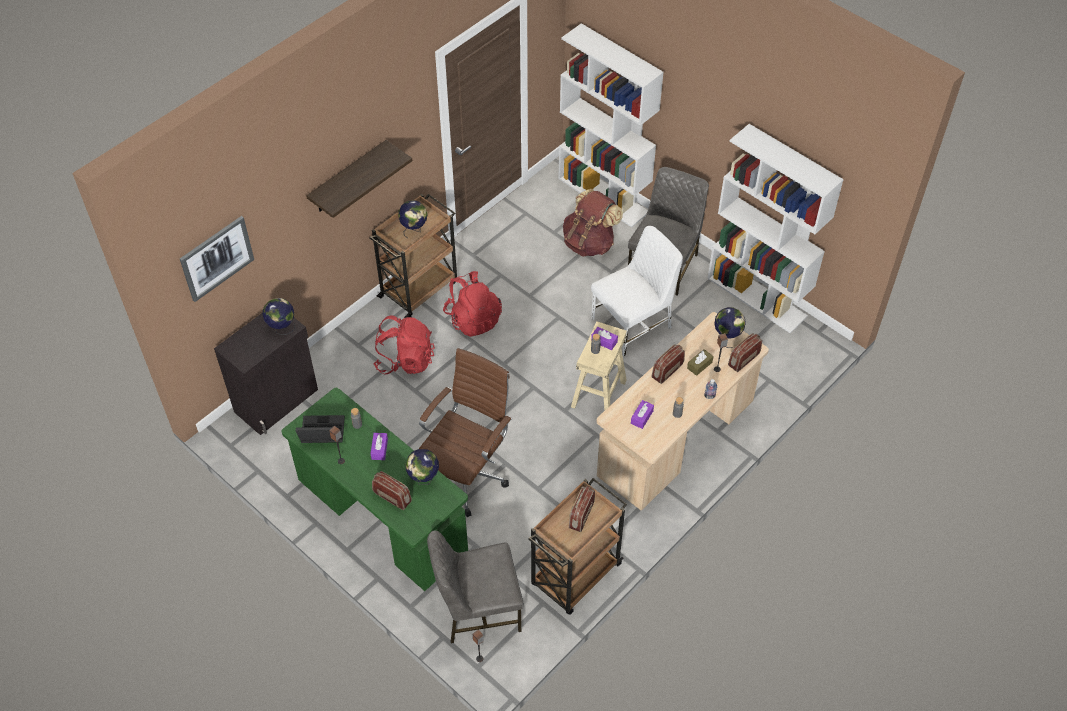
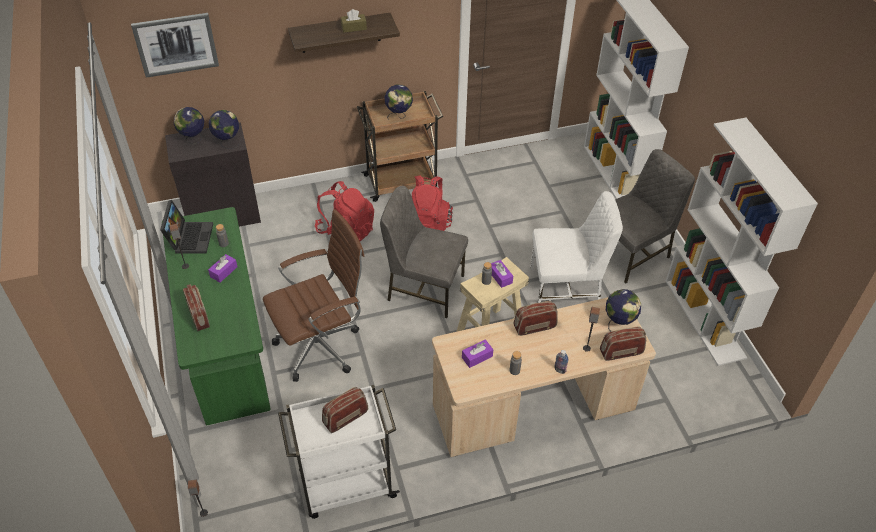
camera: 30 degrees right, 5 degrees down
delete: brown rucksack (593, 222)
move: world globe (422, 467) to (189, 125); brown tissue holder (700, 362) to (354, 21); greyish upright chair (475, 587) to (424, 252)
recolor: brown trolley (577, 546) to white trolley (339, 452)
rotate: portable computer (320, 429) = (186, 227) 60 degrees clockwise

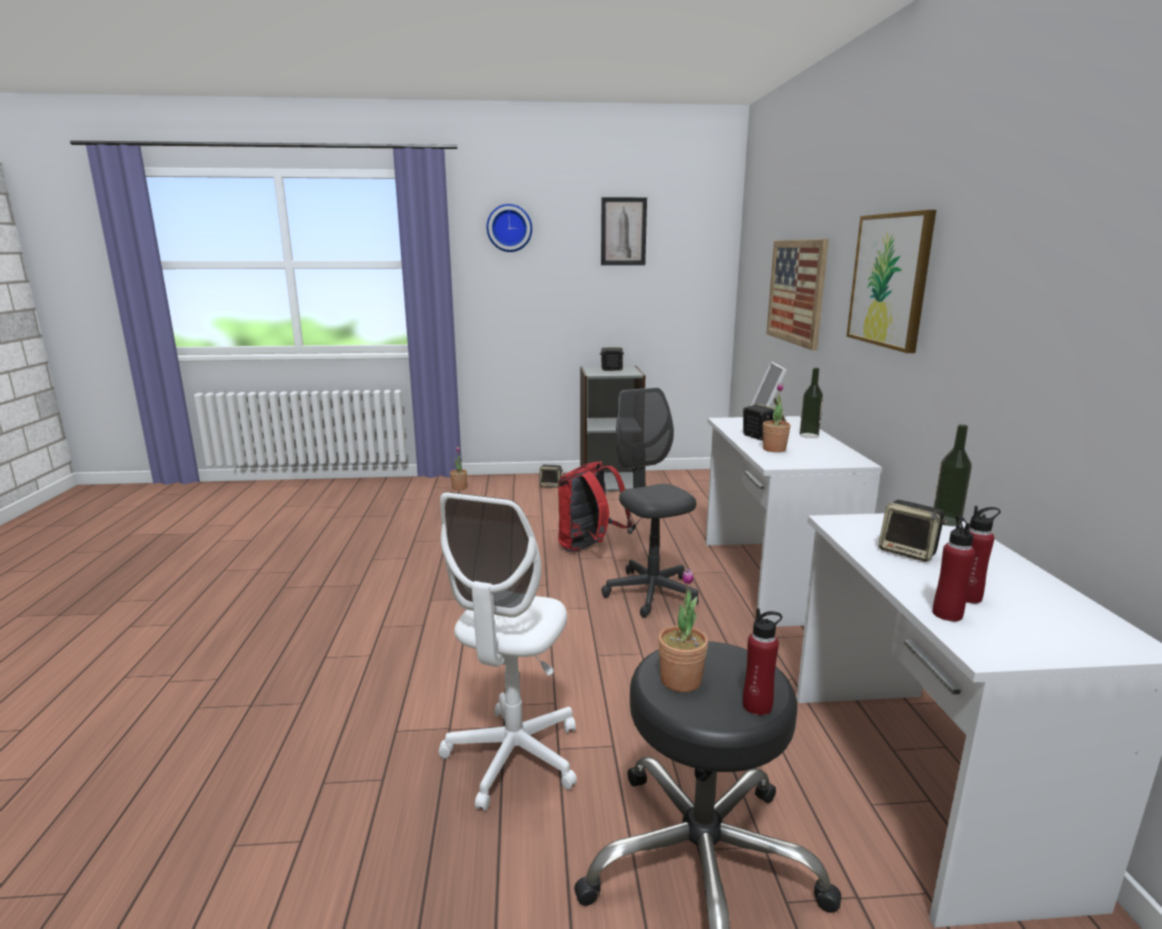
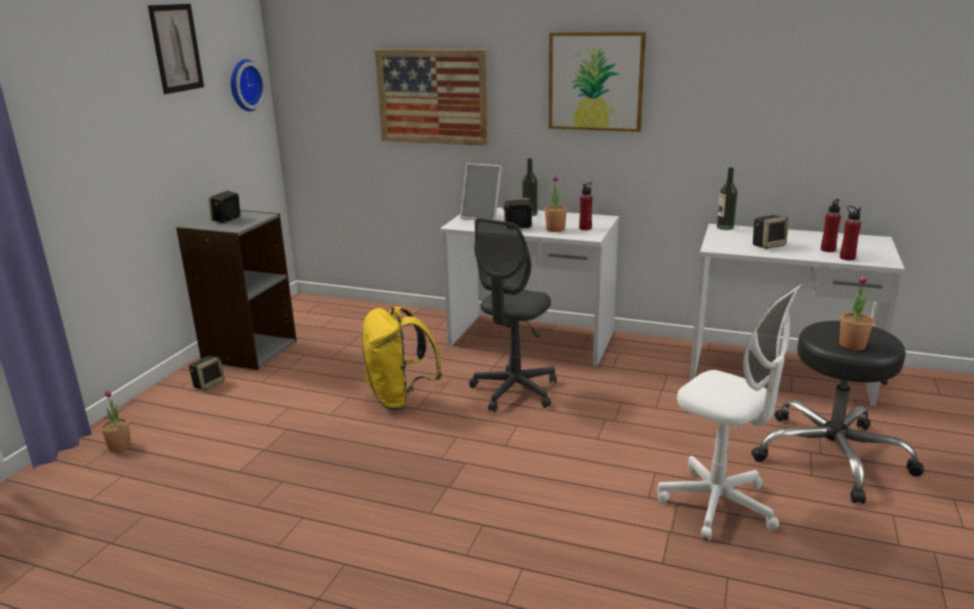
camera: 65 degrees left, 5 degrees up
move: wall clock (509, 228) to (248, 85); red drink bottle (762, 661) to (586, 206)
recolor: red rucksack (595, 506) to yellow-coloured rucksack (402, 358)
rotate: greyish desk chair (650, 503) = (512, 315) 60 degrees counterclockwise

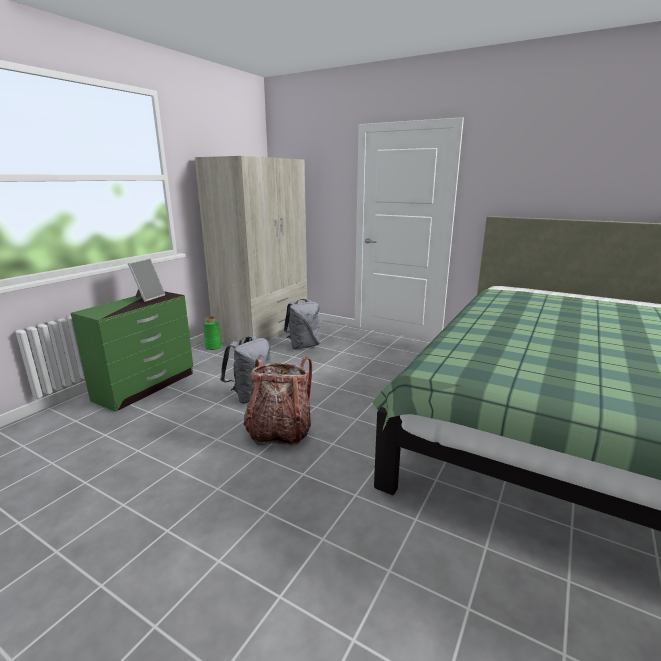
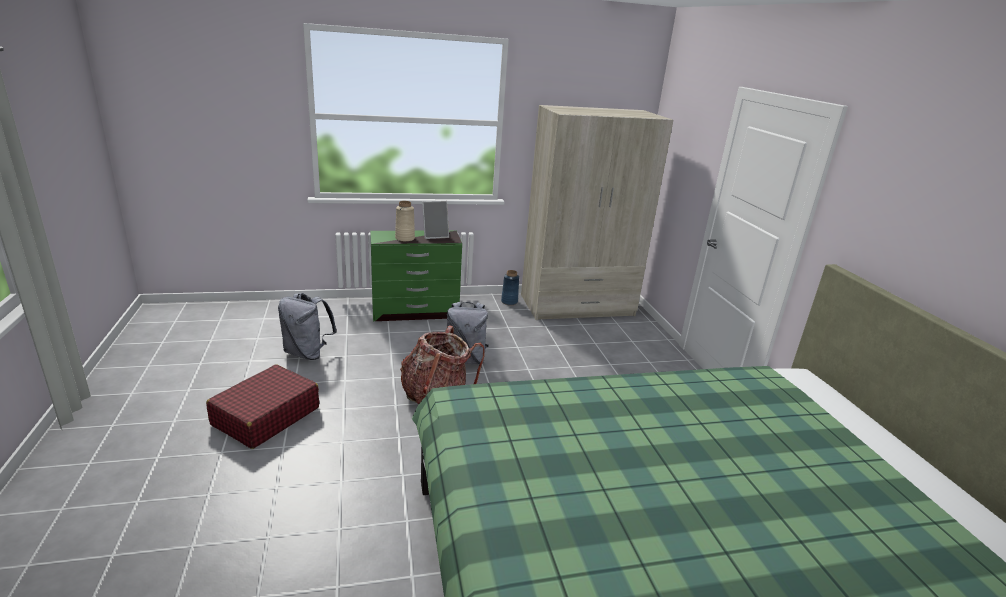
camera: 45 degrees right, 5 degrees up
insert: red suitcase (262, 407); beige flower vase (405, 221)
move: greyish rucksack (302, 324) to (307, 326)
recolor: green flower vase (212, 333) to blue flower vase (510, 287)

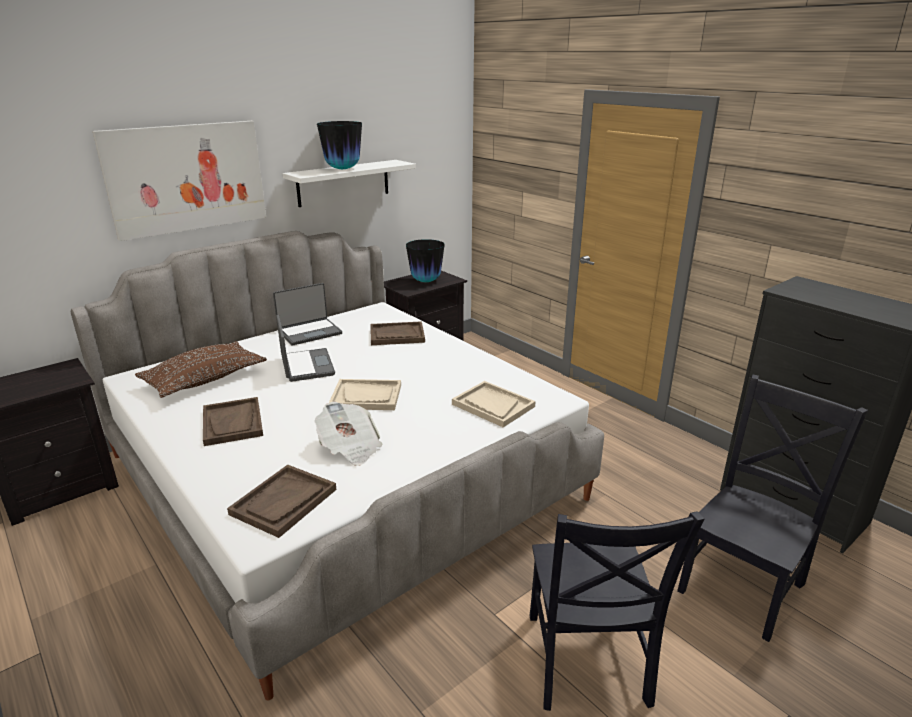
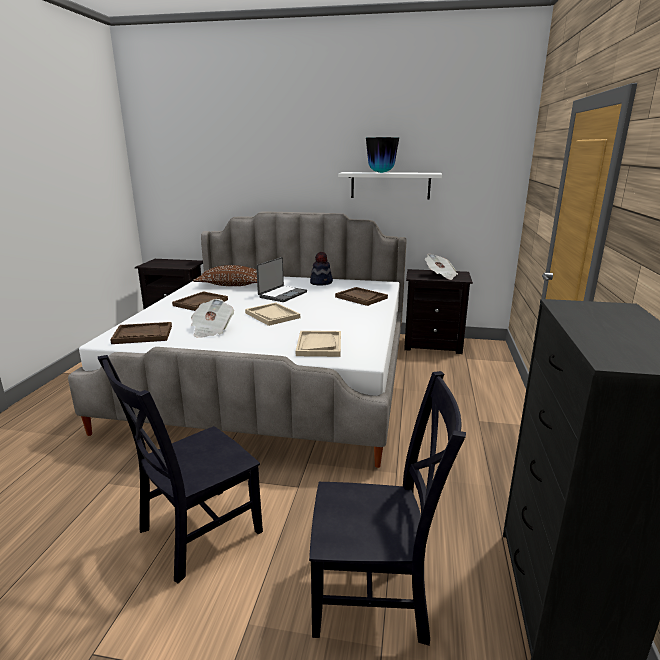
camera: 50 degrees right, 5 degrees down
delete: picture (179, 181)
replace: portable computer (307, 314) to clothing hat (321, 269); flower vase (425, 260) to printed paper (441, 267)

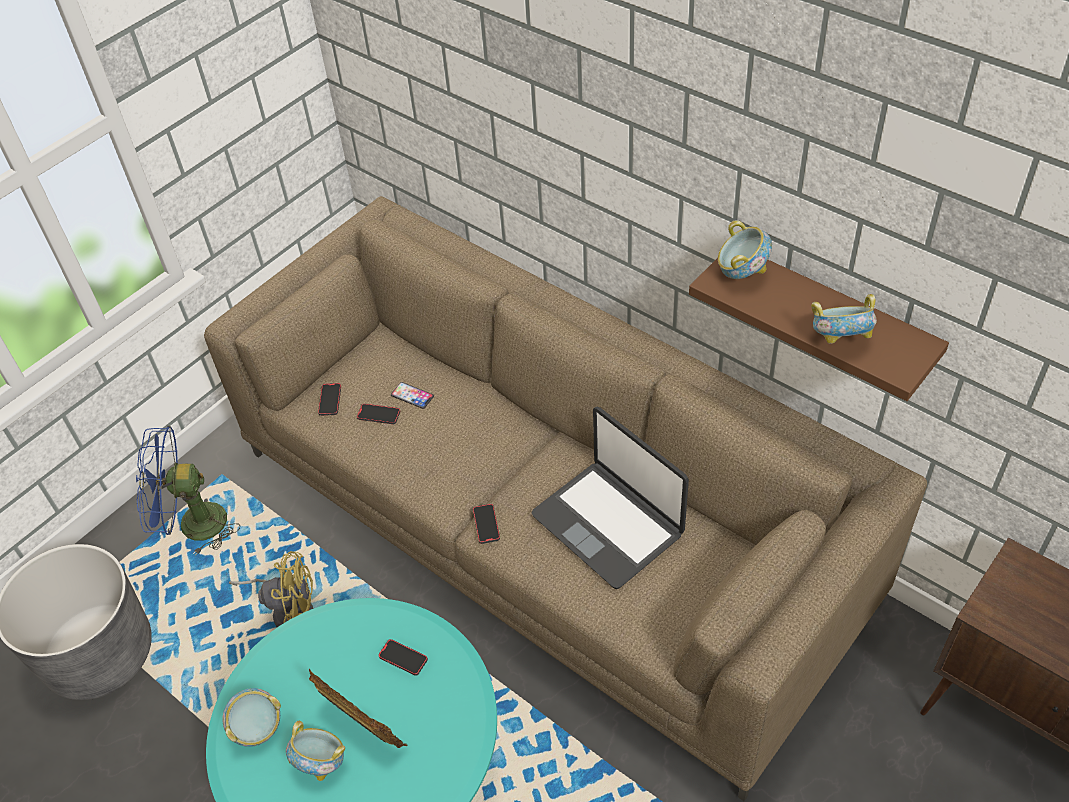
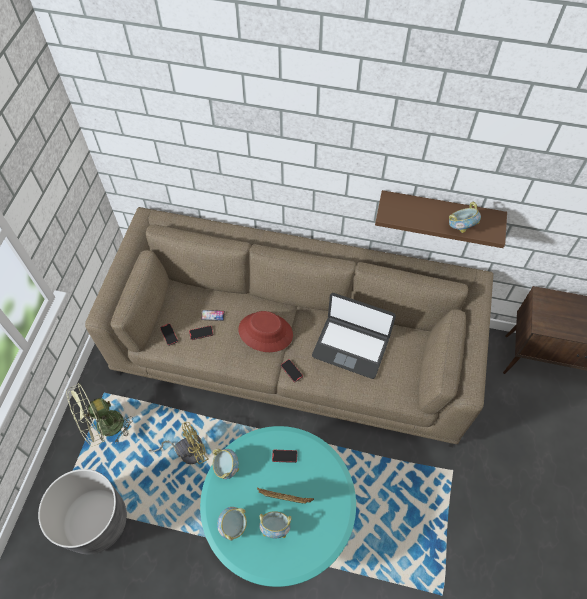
camera: 30 degrees left, 10 degrees up
insert: red clothing hat (265, 331)
move: bowl (745, 249) to (226, 464)
recolor: blue electric fan (188, 491) to green electric fan (99, 415)

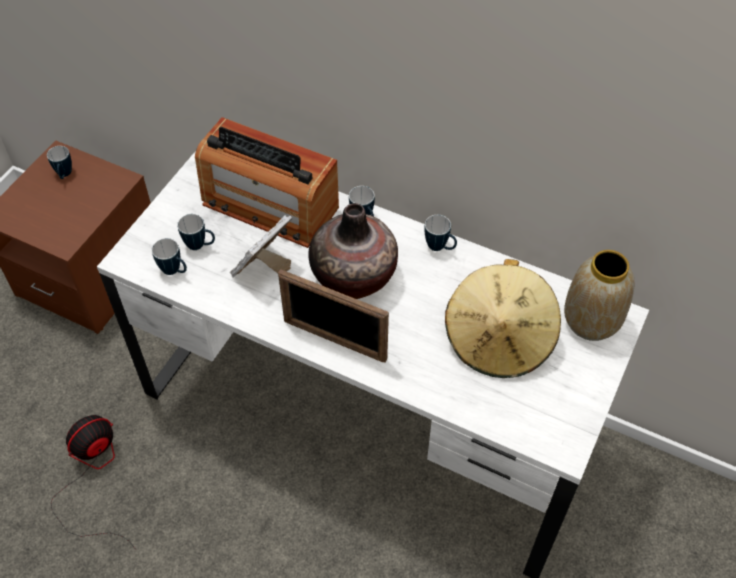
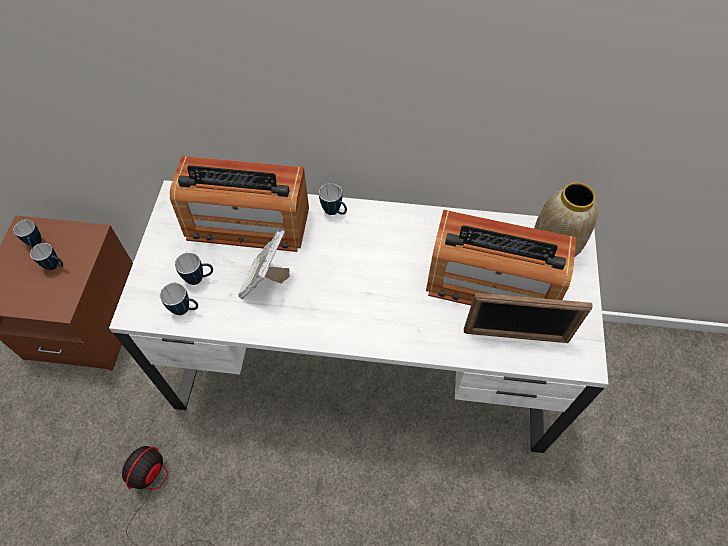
camera: 20 degrees left, 5 degrees up
delete: flower vase (353, 251)
move: coffee mug (440, 233) to (46, 256); photo frame (333, 315) to (528, 317)
replace: beige clothing hat (503, 318) to radio receiver (501, 258)

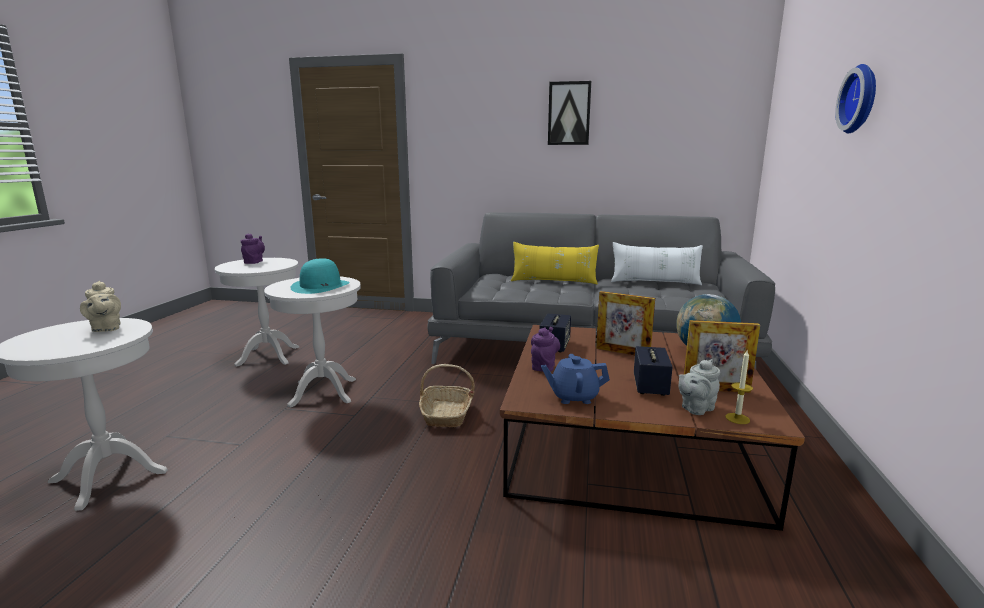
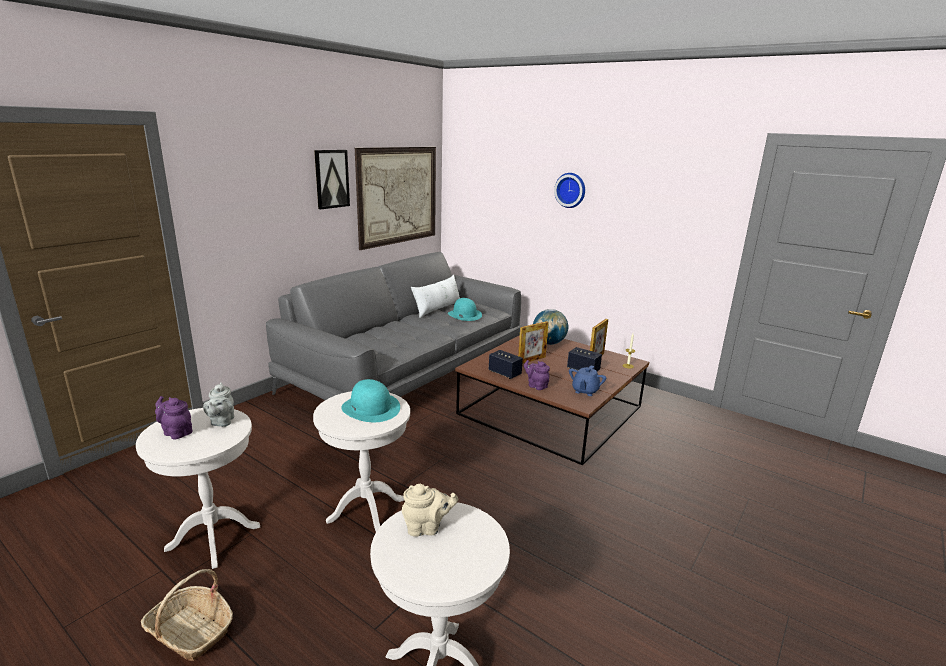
camera: 65 degrees left, 5 degrees up
delete: yellow-coloured throw pillow (555, 263)
insert: picture (395, 198); turquoise-coloured clothing hat (465, 309)
move: basket (447, 395) to (187, 615); greyish teapot (699, 387) to (218, 404)

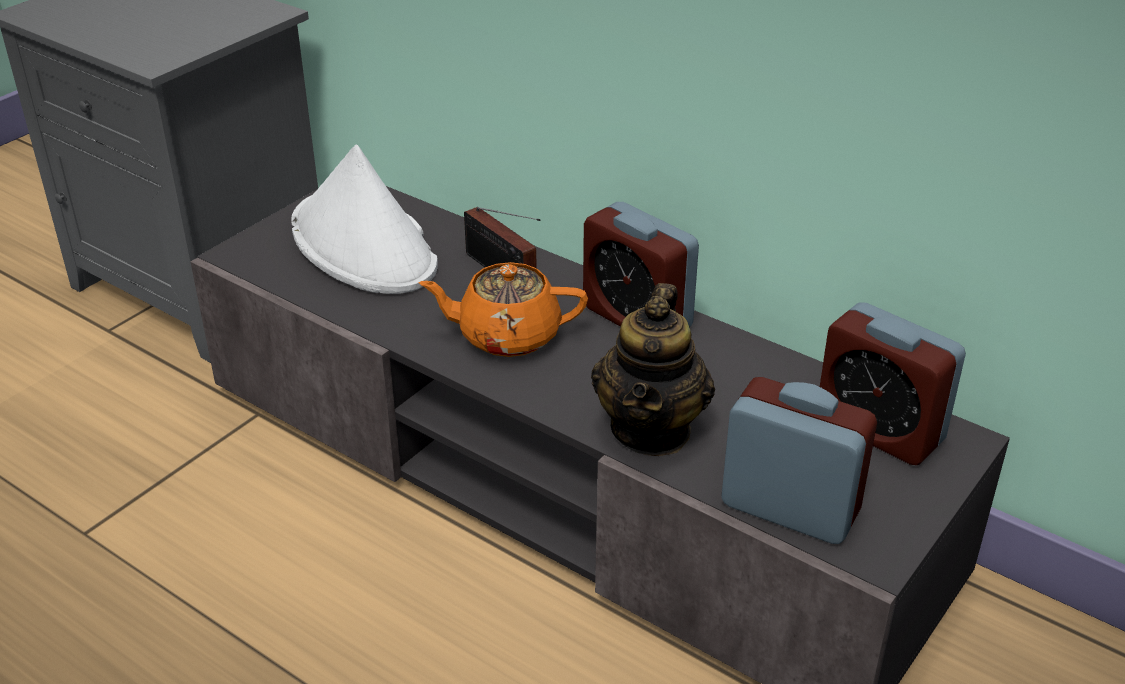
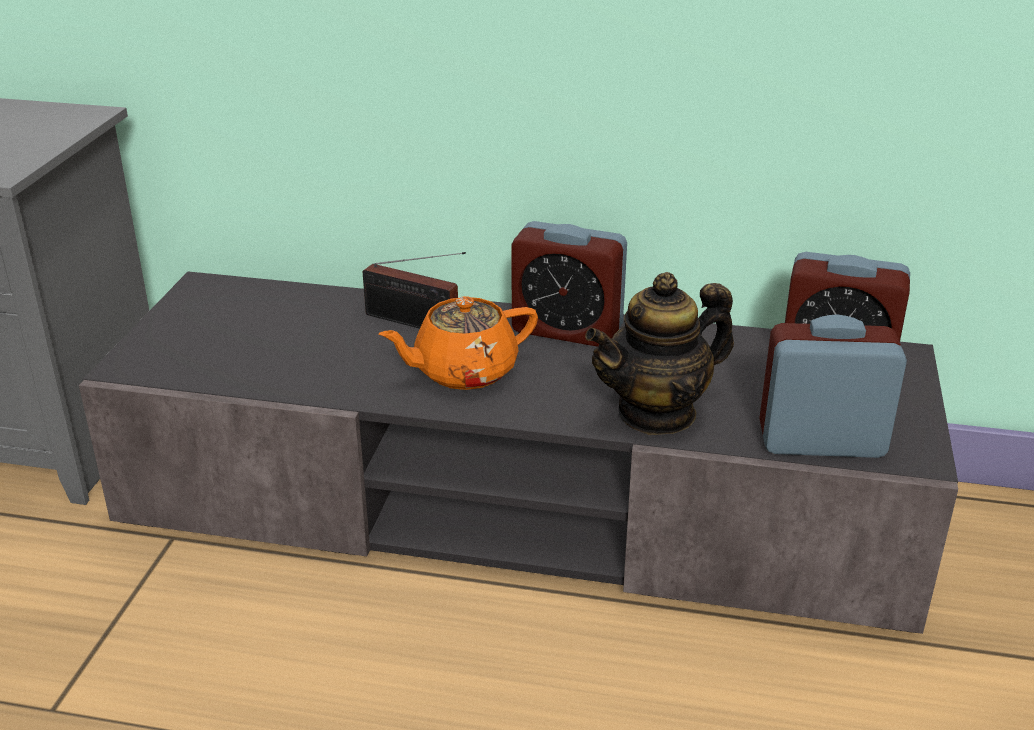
camera: 25 degrees left, 5 degrees down
delete: white clothing hat (364, 219)
rotate: teapot (653, 369) = (659, 353) 75 degrees clockwise

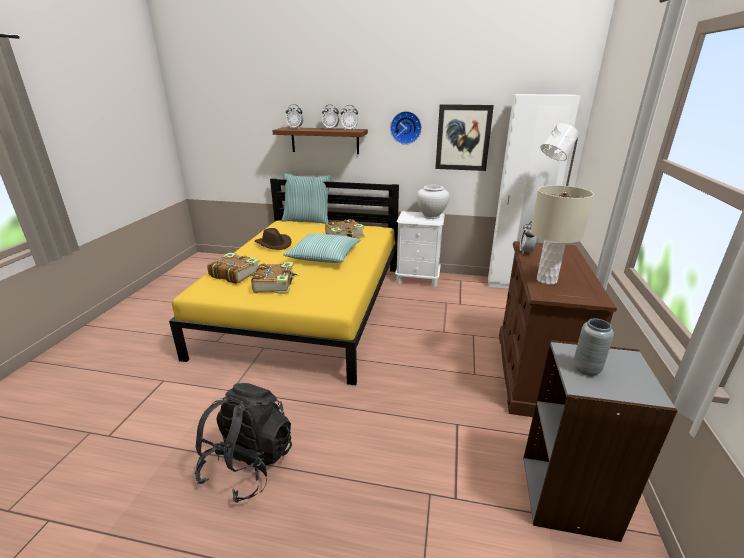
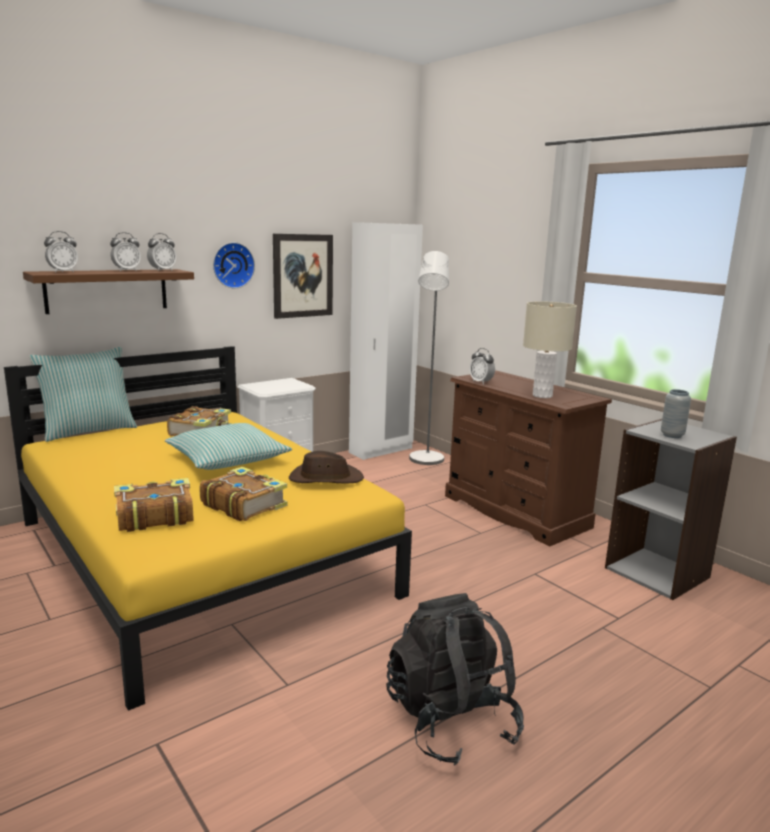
camera: 50 degrees left, 10 degrees down
delete: white flower vase (433, 202)
move: brown clothing hat (273, 239) to (326, 467)

